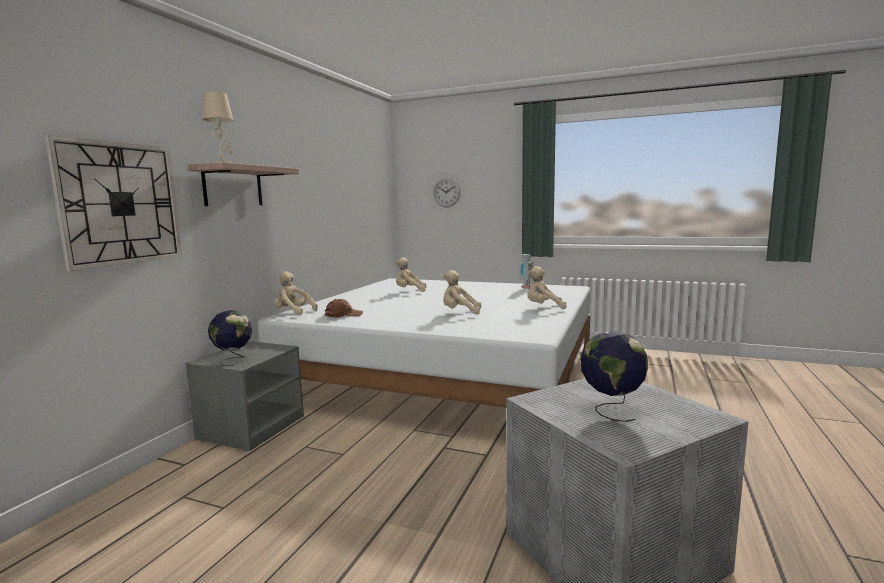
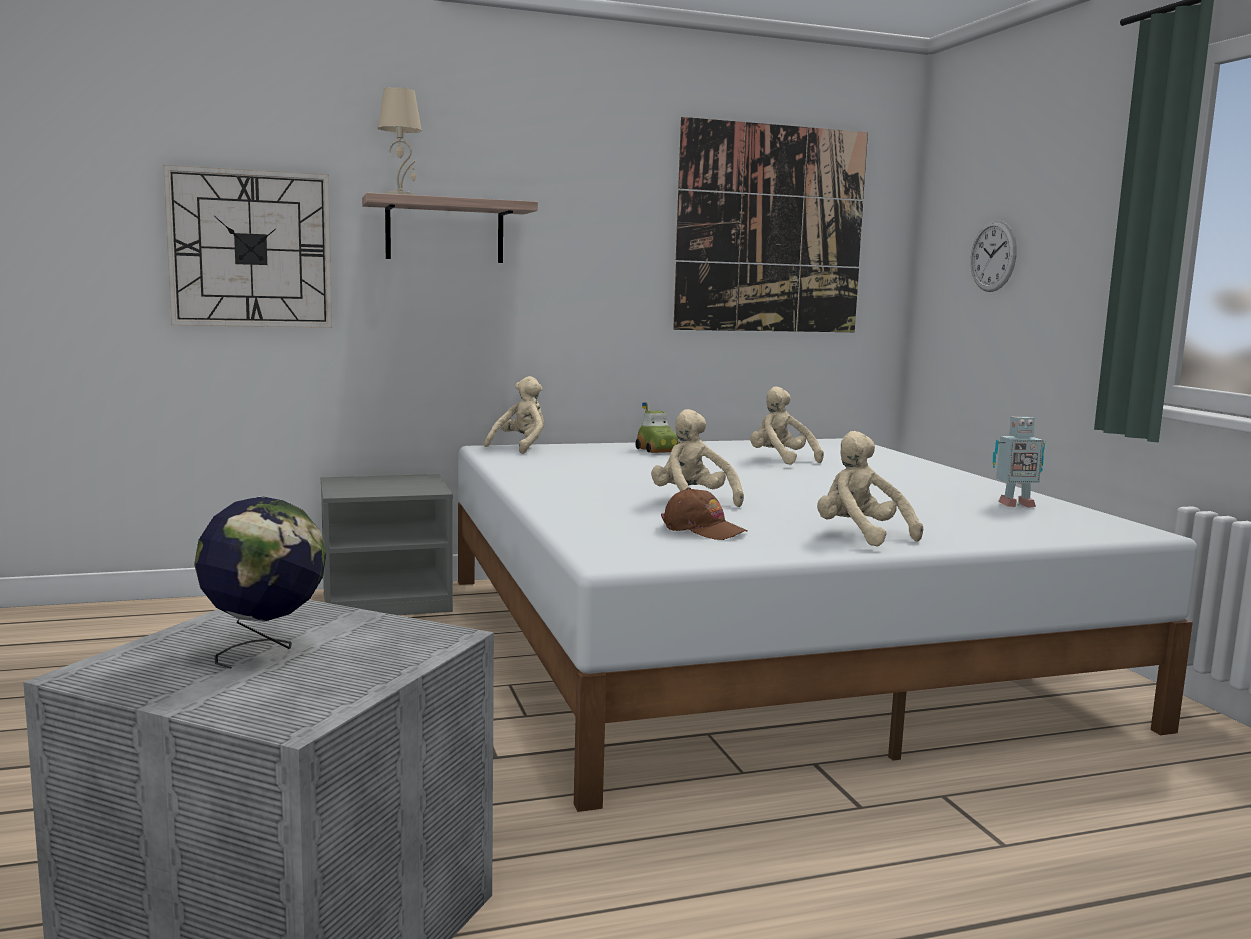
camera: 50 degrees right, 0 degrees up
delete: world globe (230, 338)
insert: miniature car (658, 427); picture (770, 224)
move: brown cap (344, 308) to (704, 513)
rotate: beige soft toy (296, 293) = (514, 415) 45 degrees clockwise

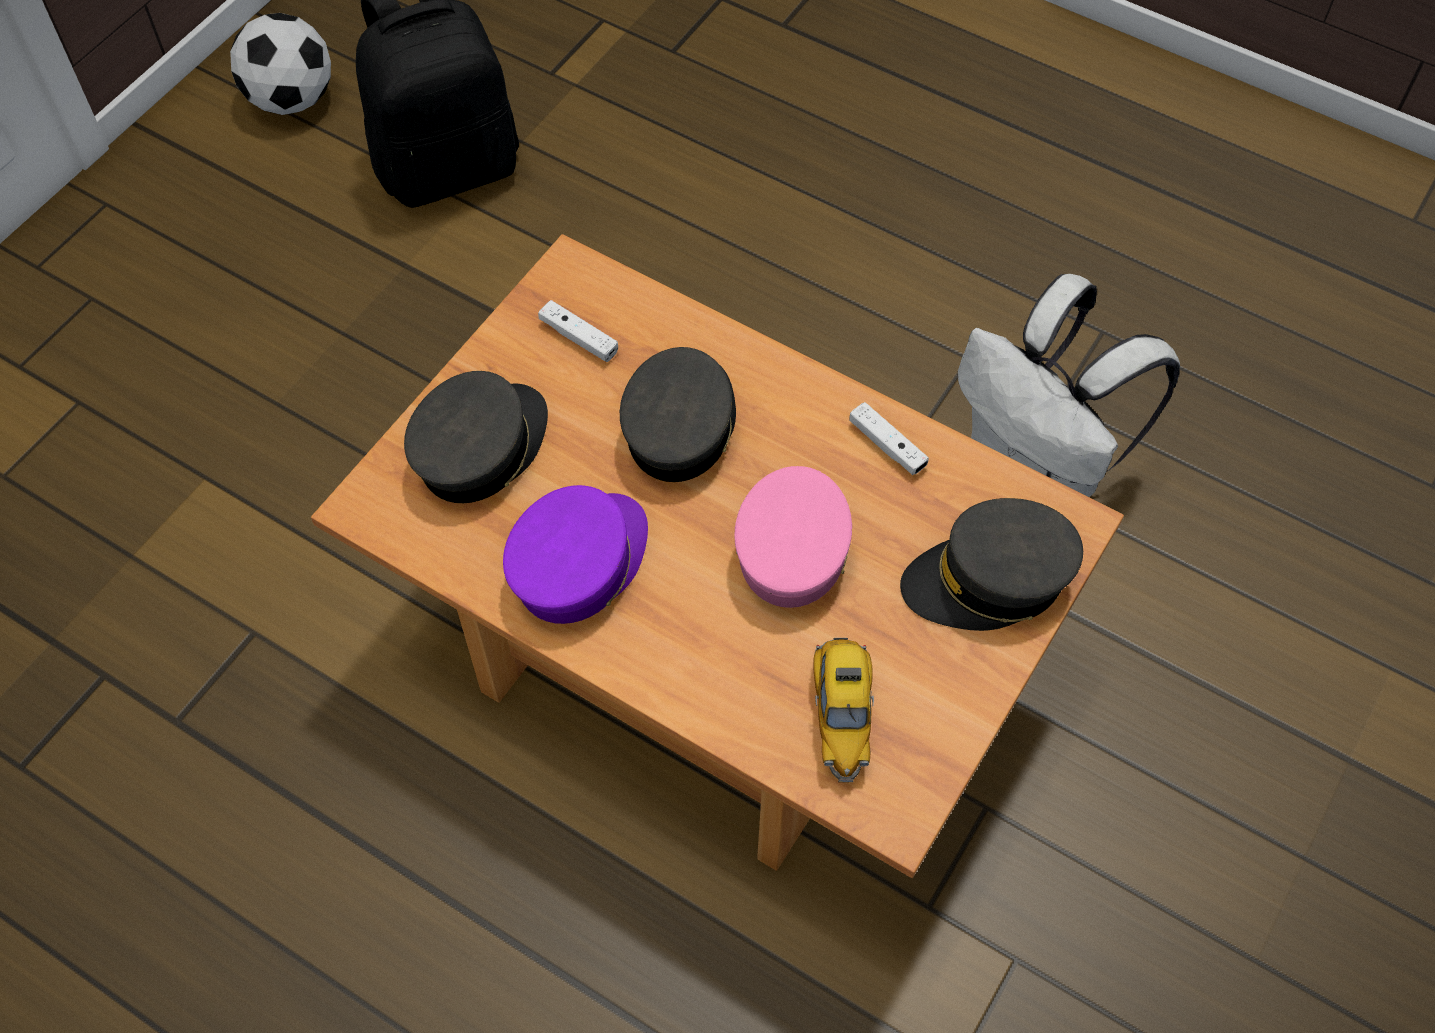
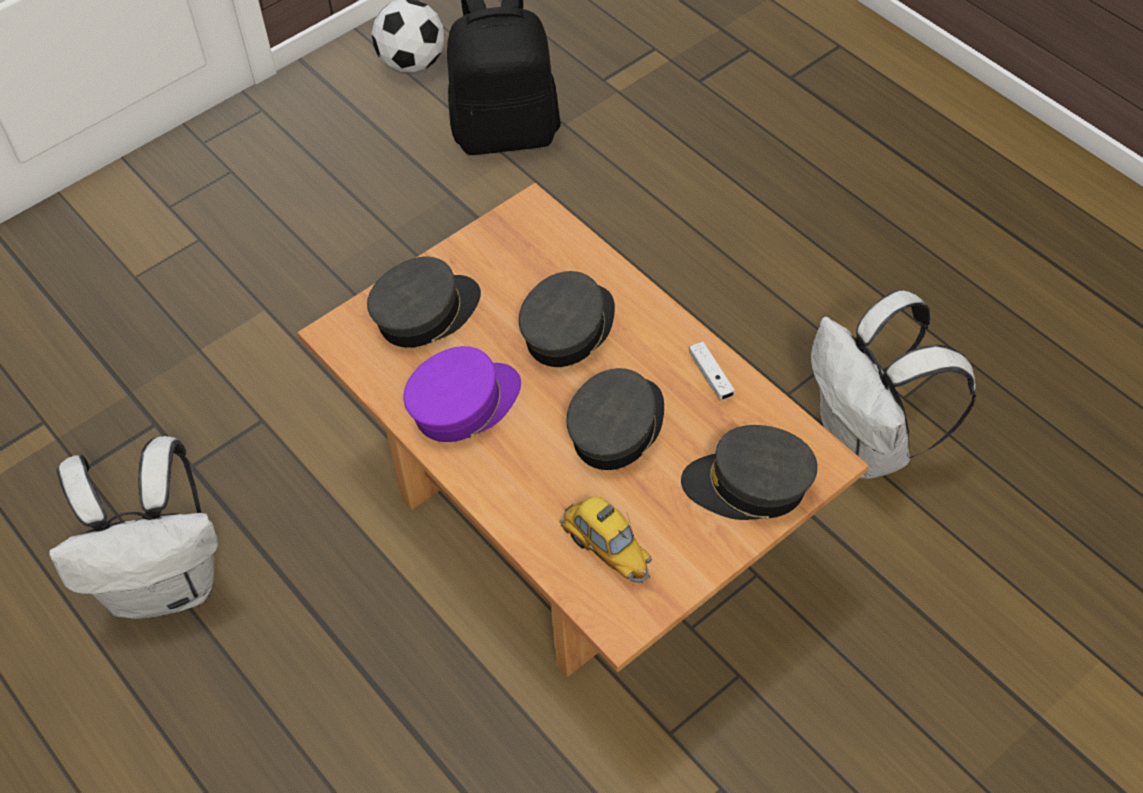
camera: 20 degrees right, 5 degrees down
delete: white joypad (578, 331)
insert: white rucksack (133, 527)
recolor: pink-coloured cap (793, 537) to greyish cap (615, 419)
rotate: miniature car (843, 710) = (606, 540) 60 degrees counterclockwise

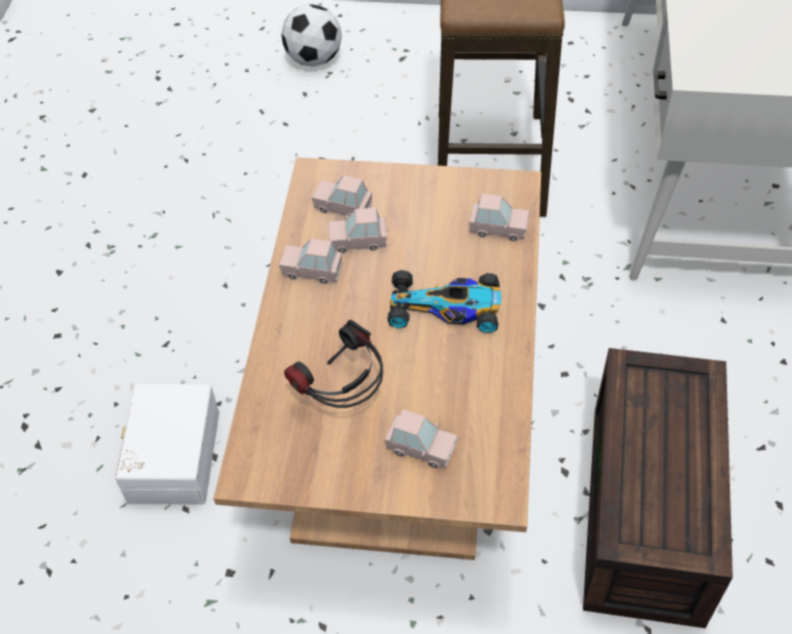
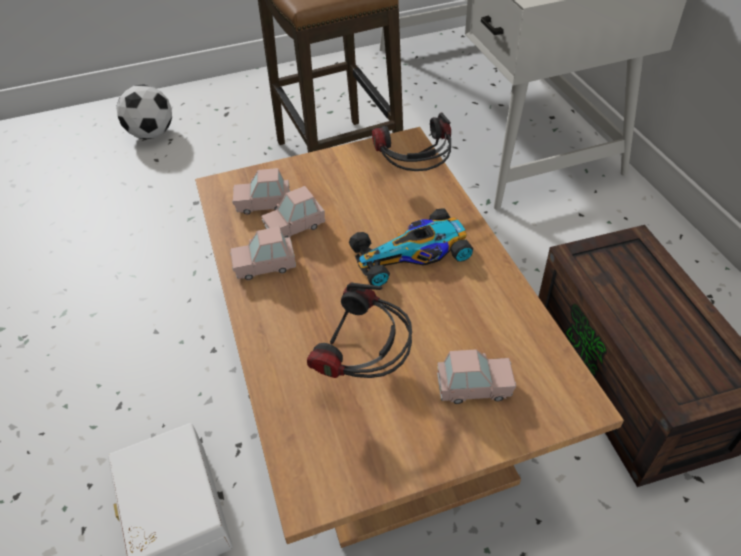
camera: 25 degrees left, 5 degrees down
replace: pink-coloured miniature car (499, 217) to headset (411, 141)

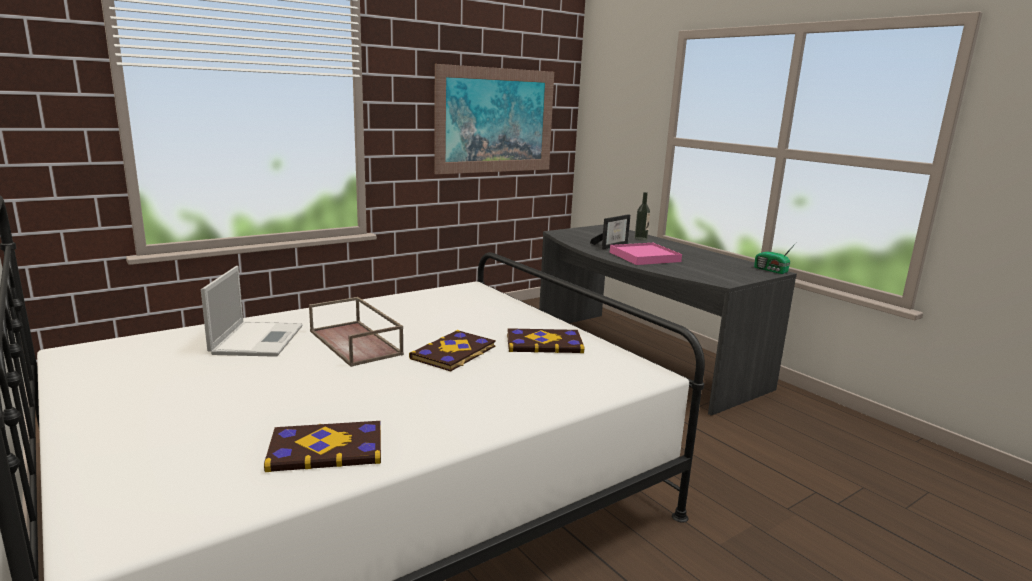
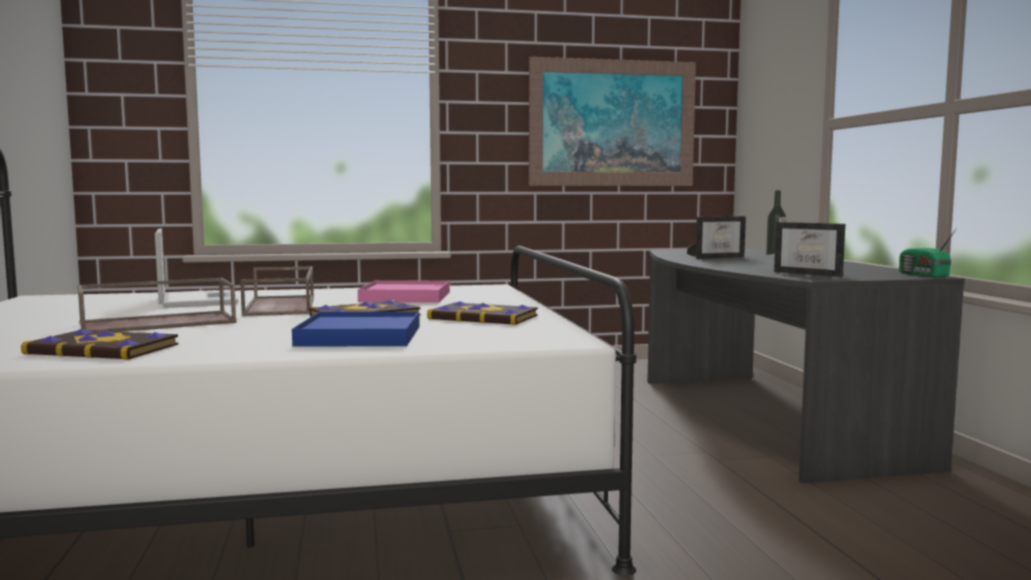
camera: 25 degrees right, 10 degrees down
insert: brown serving tray (157, 305); blue serving tray (356, 329); photo frame (809, 249)
move: pink-coloured serving tray (646, 254) to (404, 291)
rotate: portable computer (252, 311) = (197, 268) 45 degrees counterclockwise

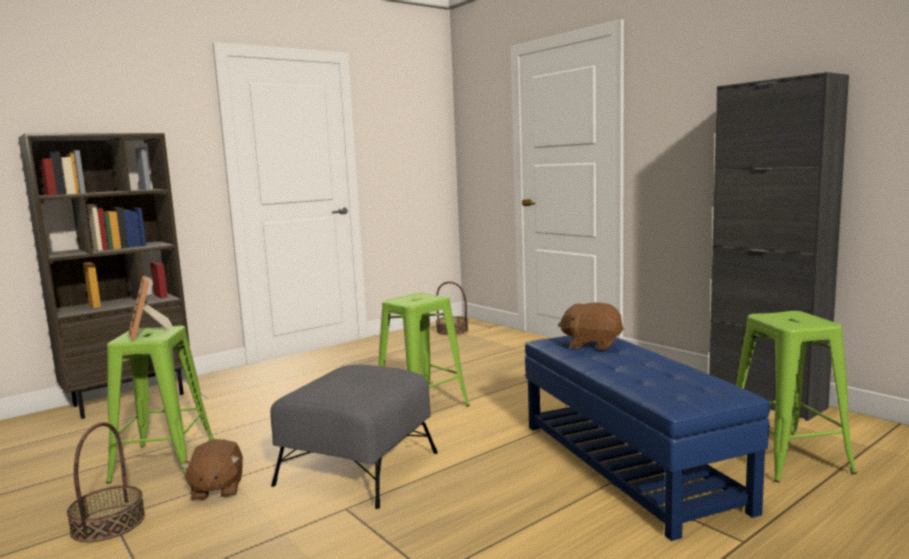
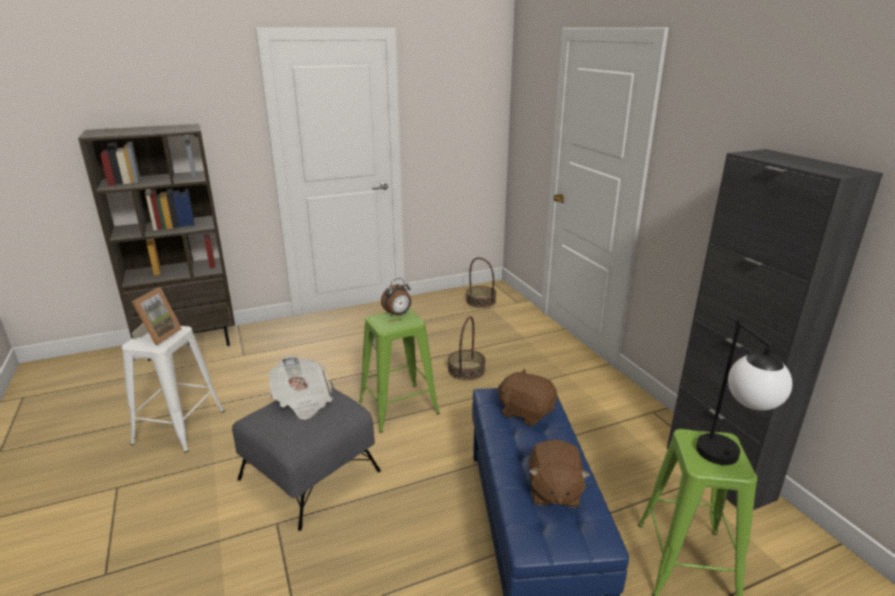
camera: 15 degrees right, 15 degrees up
insert: printed paper (301, 388); bedside clock (396, 297); table lamp (744, 390)
move: basket (106, 482) to (467, 348); brown soft toy (211, 470) to (559, 474)
recolor: green sitting stool (160, 405) to white sitting stool (173, 389)
rotate: photo frame (151, 308) = (157, 316) 150 degrees counterclockwise

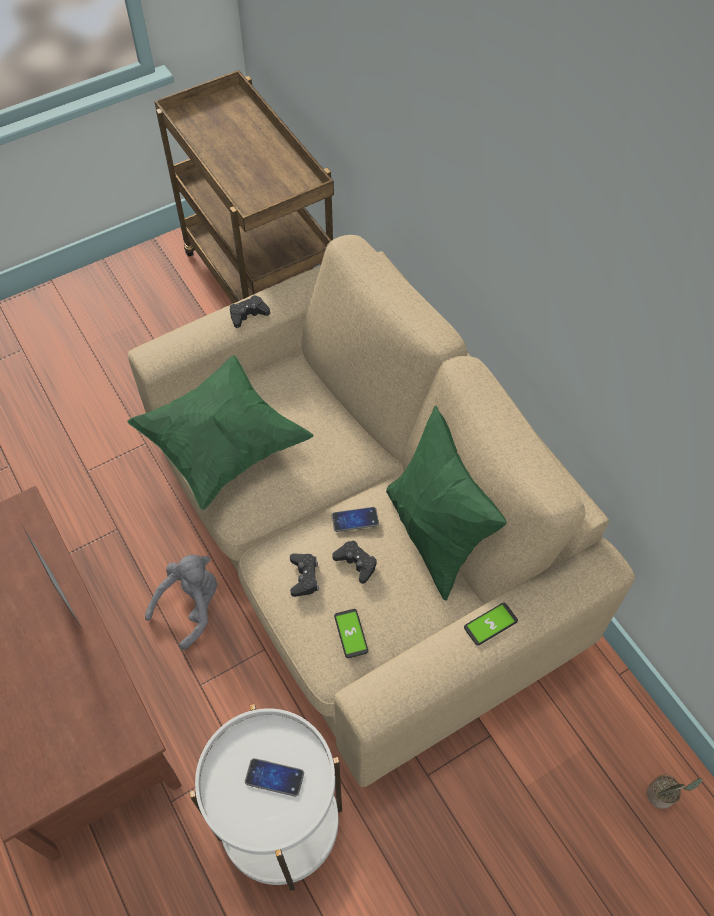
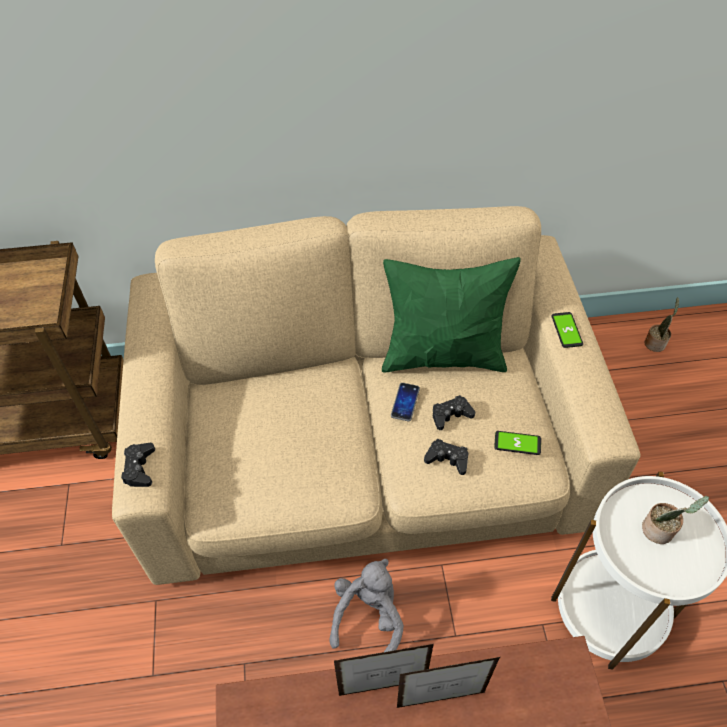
camera: 65 degrees left, 5 degrees down
delete: green throw pillow (220, 433)
insert: photo frame (448, 682)
move: blackish joypad (250, 311) to (138, 465)
replace: phone (274, 777) to plant in a pot (675, 520)
rotate: greyish soft toy (181, 602) = (366, 605) 45 degrees clockwise

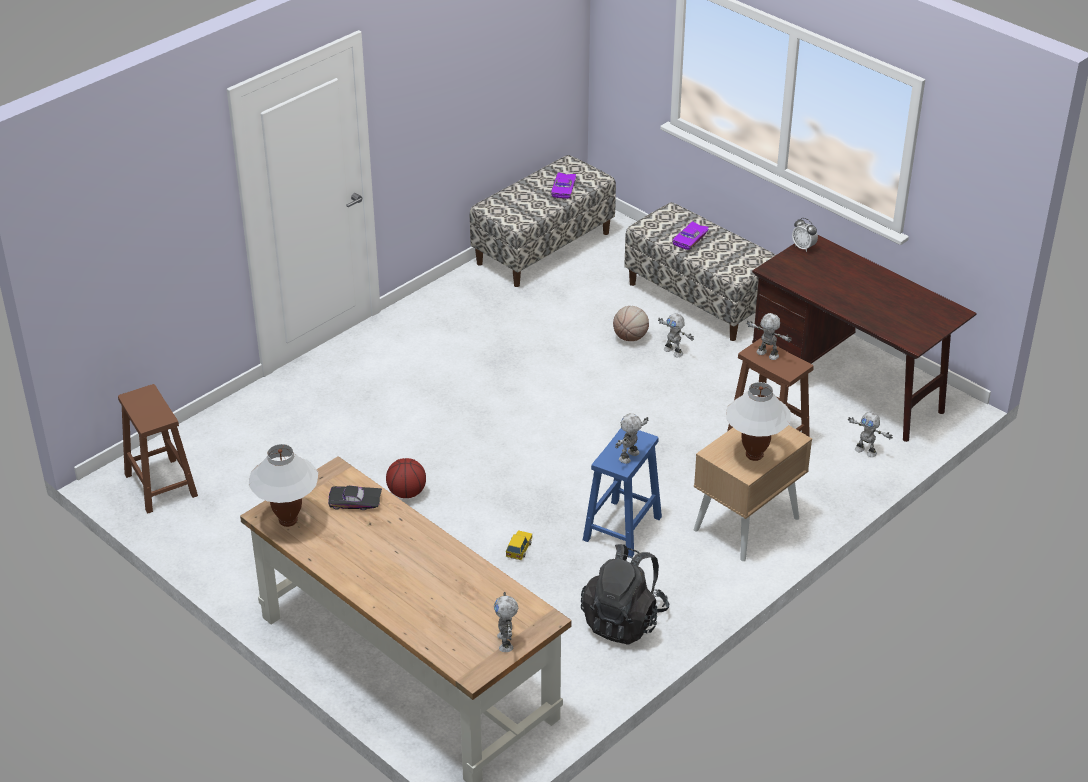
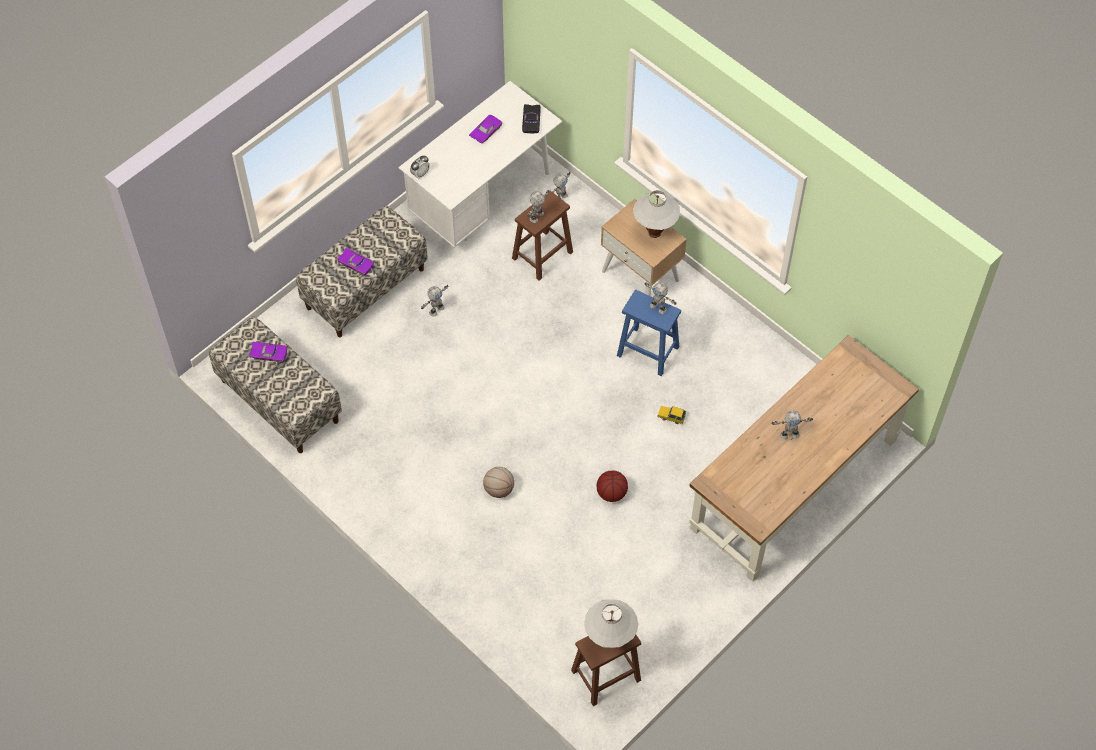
camera: 90 degrees left, 20 degrees up
delete: blackish rucksack (625, 594)
insert: purple-coloured miniature car (485, 129)
move: basketball (631, 323) to (498, 482); blackish miniature car (355, 498) to (531, 118); white table lamp (283, 485) to (611, 623); robot figure (506, 622) to (792, 425)
recolor: brown desk (864, 338) to white desk (480, 164)

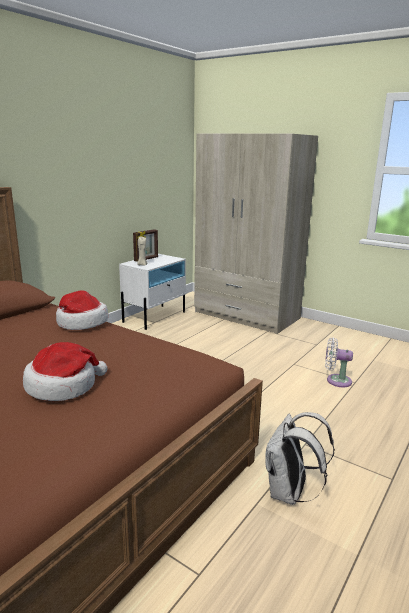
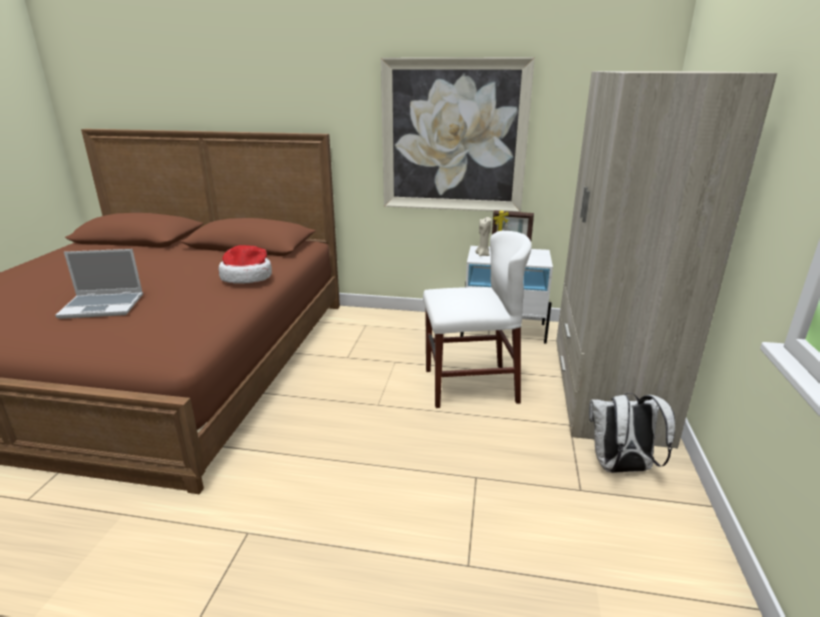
camera: 65 degrees right, 5 degrees up
delete: white electric fan (339, 362)
insert: picture (458, 134); white upright chair (477, 319)
move: white rucksack (300, 458) to (632, 433)
replace: clothing hat (65, 371) to portable computer (99, 284)

